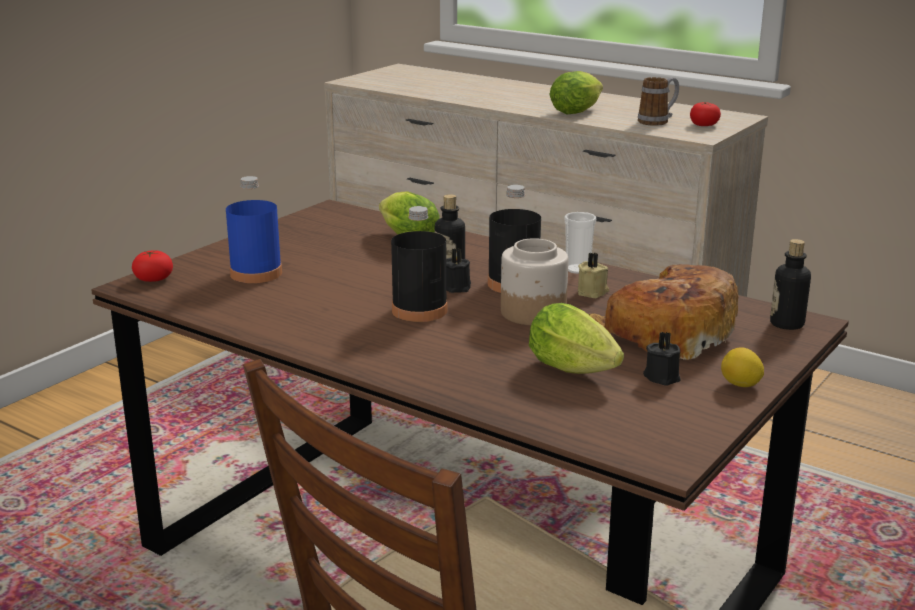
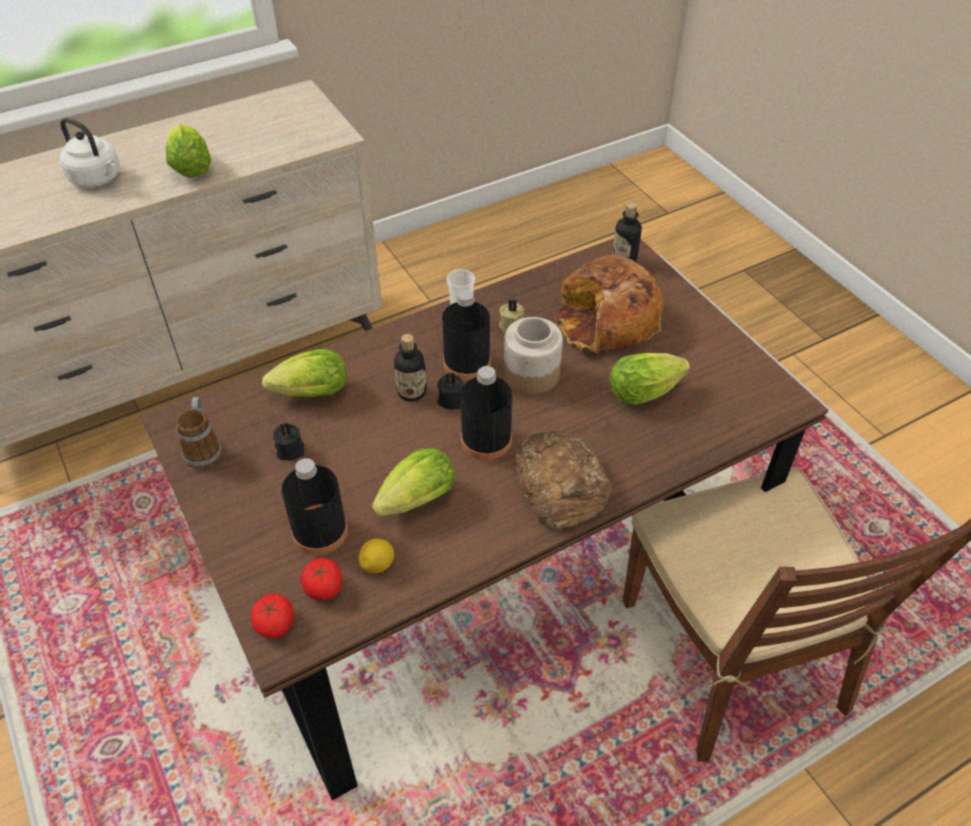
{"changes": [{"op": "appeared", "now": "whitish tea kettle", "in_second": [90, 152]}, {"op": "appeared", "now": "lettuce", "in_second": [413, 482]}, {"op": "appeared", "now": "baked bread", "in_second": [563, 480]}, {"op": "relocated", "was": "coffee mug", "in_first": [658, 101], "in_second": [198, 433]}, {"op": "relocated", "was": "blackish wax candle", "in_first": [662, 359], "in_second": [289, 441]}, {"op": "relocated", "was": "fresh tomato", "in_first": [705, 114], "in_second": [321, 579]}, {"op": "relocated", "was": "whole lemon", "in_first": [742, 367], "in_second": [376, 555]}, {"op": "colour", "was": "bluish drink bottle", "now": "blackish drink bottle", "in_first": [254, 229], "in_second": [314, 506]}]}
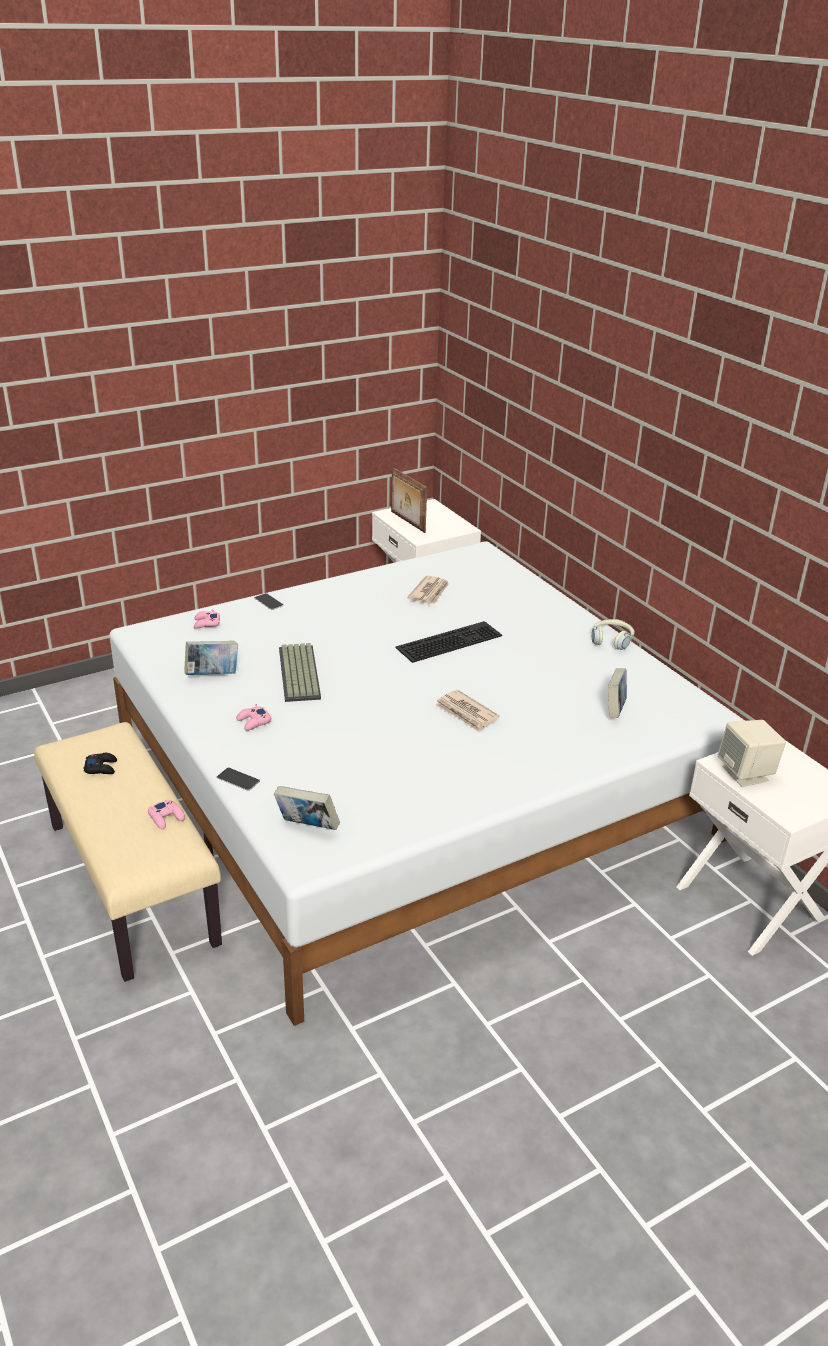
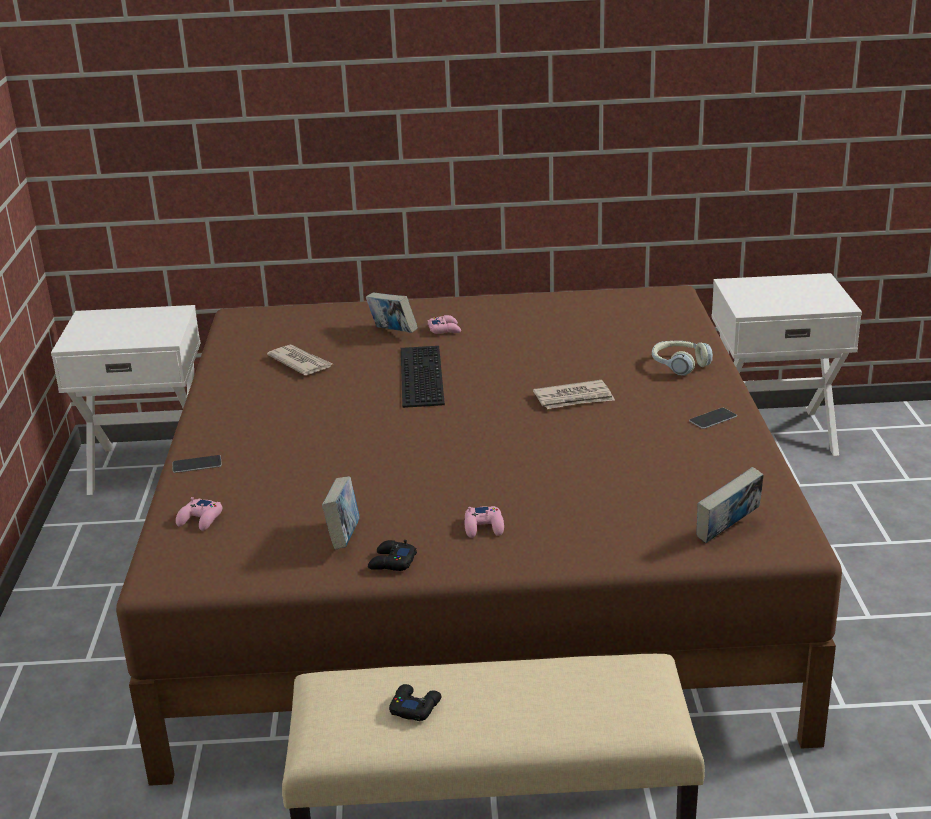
{"changes": [{"op": "missing", "was": "PC keyboard", "in_first": [300, 672]}, {"op": "missing", "was": "photo frame", "in_first": [409, 500]}, {"op": "missing", "was": "beige-coloured loudspeaker", "in_first": [752, 753]}, {"op": "appeared", "now": "blackish game controller", "in_second": [392, 555]}, {"op": "relocated", "was": "pink-coloured game controller", "in_first": [166, 814], "in_second": [444, 324]}, {"op": "relocated", "was": "handset", "in_first": [238, 779], "in_second": [713, 418]}, {"op": "relocated", "was": "headset", "in_first": [613, 634], "in_second": [682, 358]}, {"op": "relocated", "was": "bound book", "in_first": [617, 693], "in_second": [392, 312]}, {"op": "colour", "was": "whitish bed", "now": "brownish bed", "in_first": [427, 783], "in_second": [479, 535]}]}
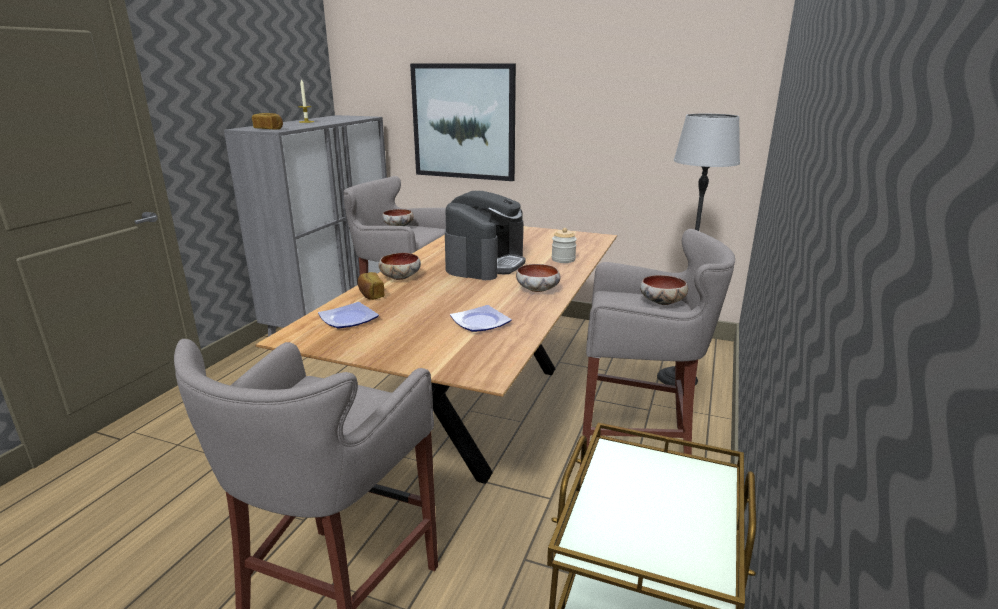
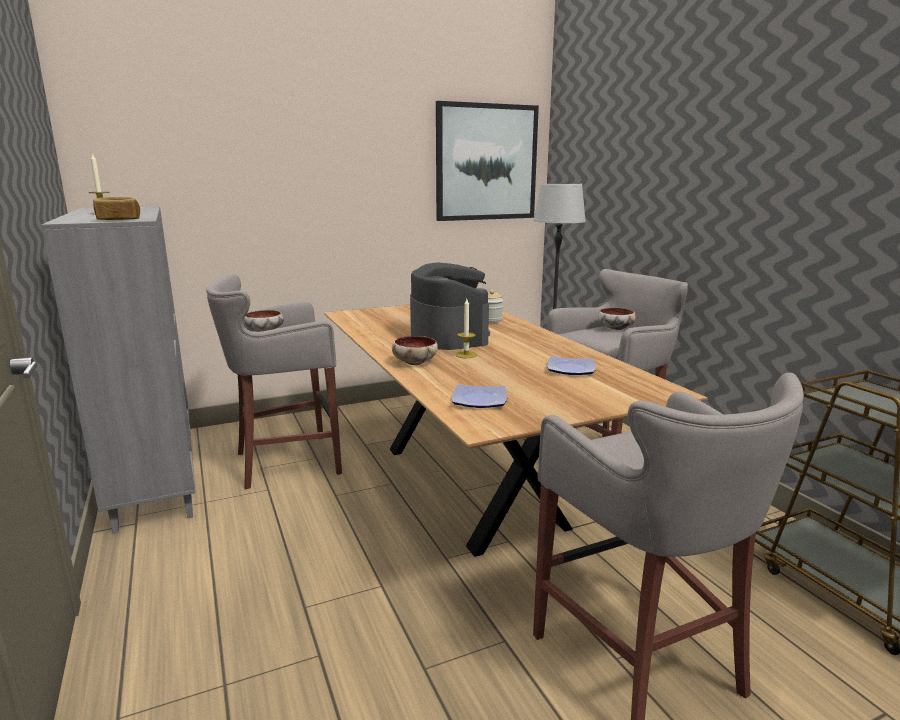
{"changes": [{"op": "missing", "was": "baked bread", "in_first": [371, 286]}, {"op": "missing", "was": "bowl", "in_first": [538, 278]}, {"op": "appeared", "now": "wax candle", "in_second": [466, 328]}, {"op": "relocated", "was": "wall picture", "in_first": [463, 122], "in_second": [487, 161]}]}
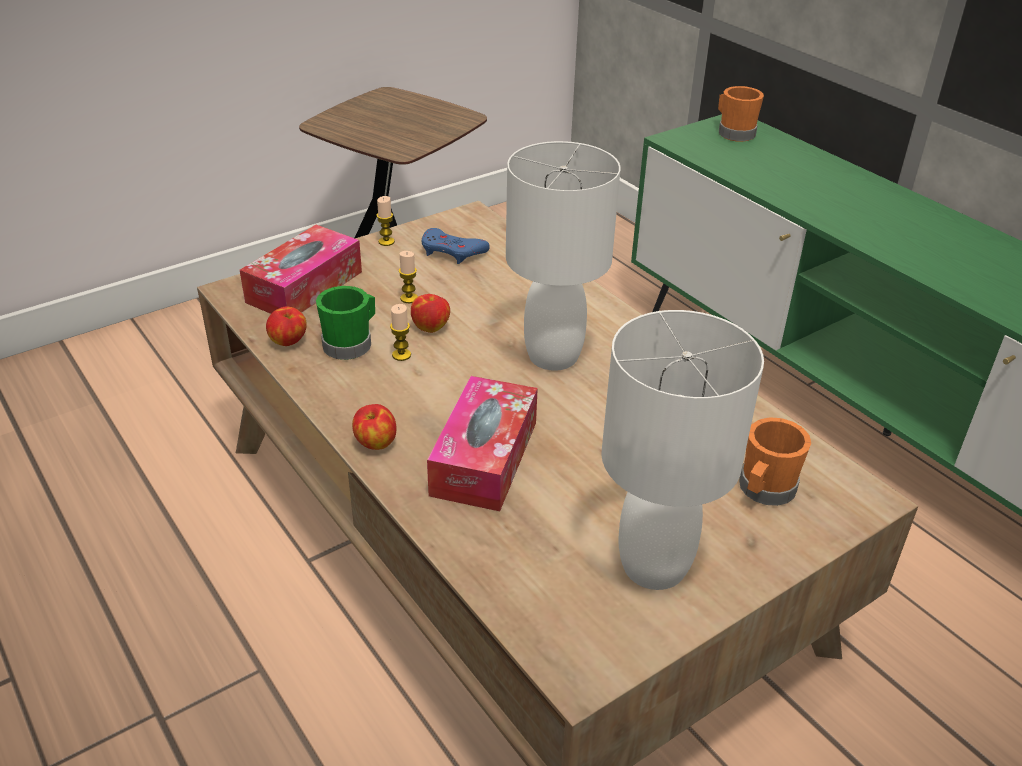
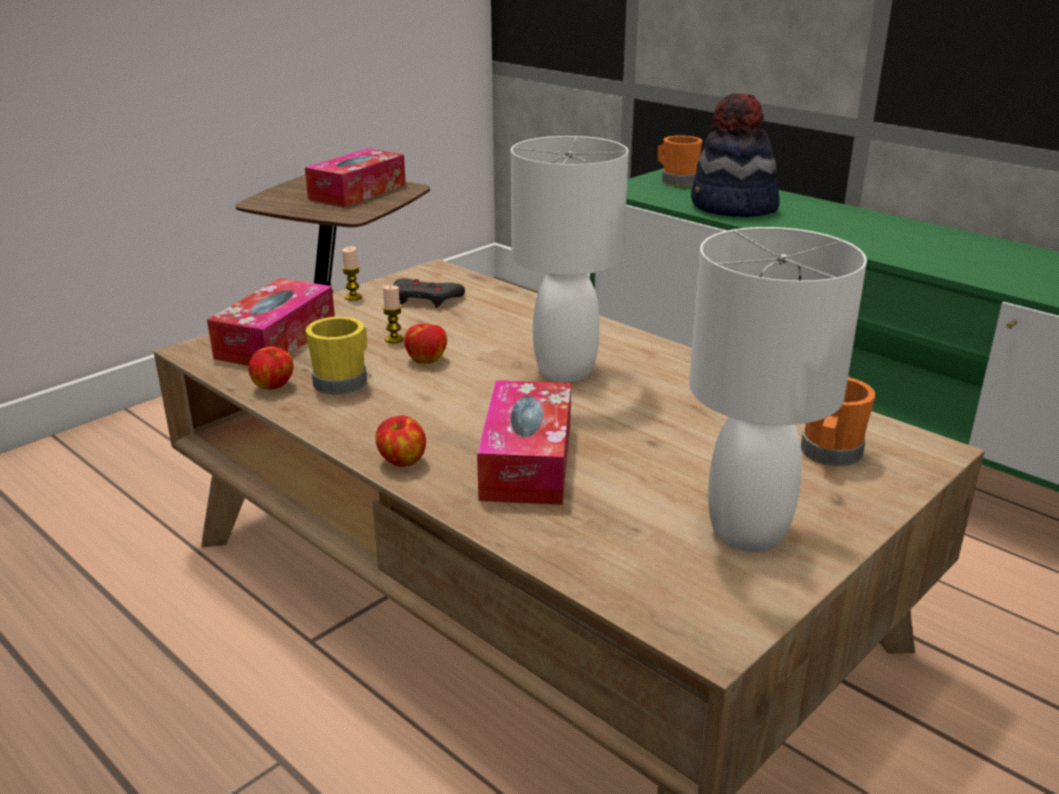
{"changes": [{"op": "missing", "was": "wax candle", "in_first": [400, 332]}, {"op": "appeared", "now": "tissue holder", "in_second": [355, 177]}, {"op": "appeared", "now": "hat", "in_second": [735, 155]}, {"op": "colour", "was": "greenish coffee mug", "now": "yellow-coloured coffee mug", "in_first": [345, 323], "in_second": [336, 356]}, {"op": "colour", "was": "bluish game controller", "now": "grey game controller", "in_first": [456, 246], "in_second": [429, 293]}]}
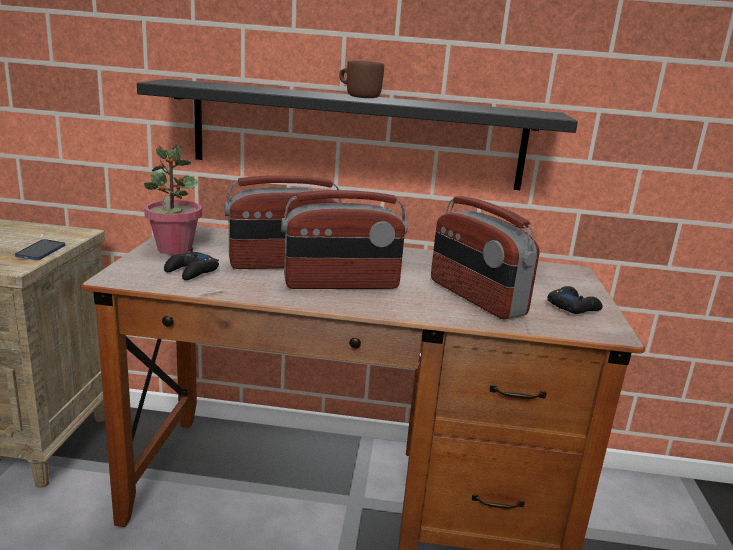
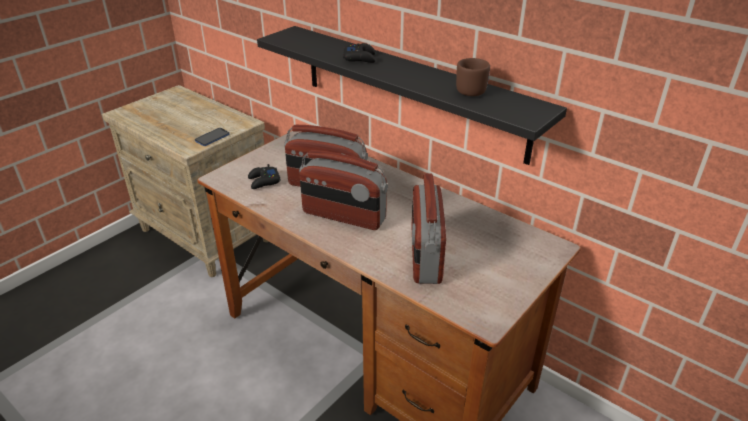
{"changes": [{"op": "missing", "was": "potted plant", "in_first": [173, 199]}, {"op": "relocated", "was": "brownish coffee mug", "in_first": [361, 79], "in_second": [473, 77]}, {"op": "relocated", "was": "blackish game controller", "in_first": [575, 300], "in_second": [359, 53]}]}
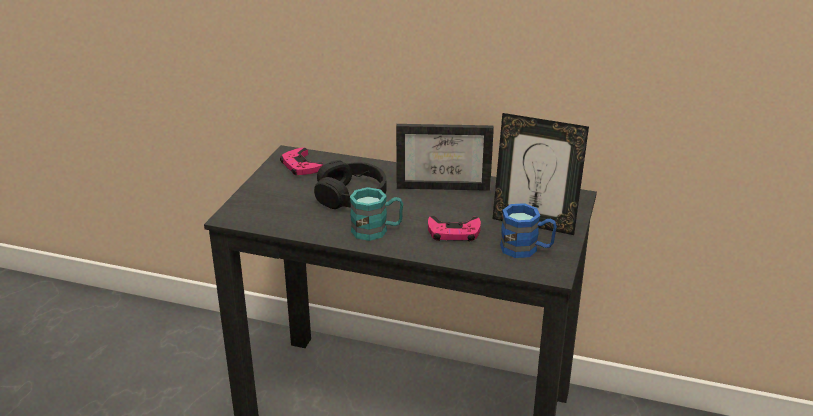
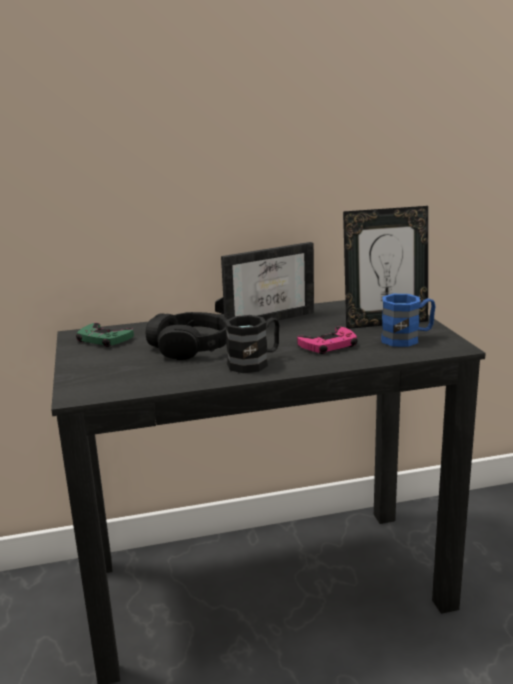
{"changes": [{"op": "colour", "was": "pink-coloured game controller", "now": "greenish game controller", "in_first": [301, 161], "in_second": [105, 335]}, {"op": "colour", "was": "turquoise coffee mug", "now": "blackish coffee mug", "in_first": [376, 214], "in_second": [252, 344]}]}
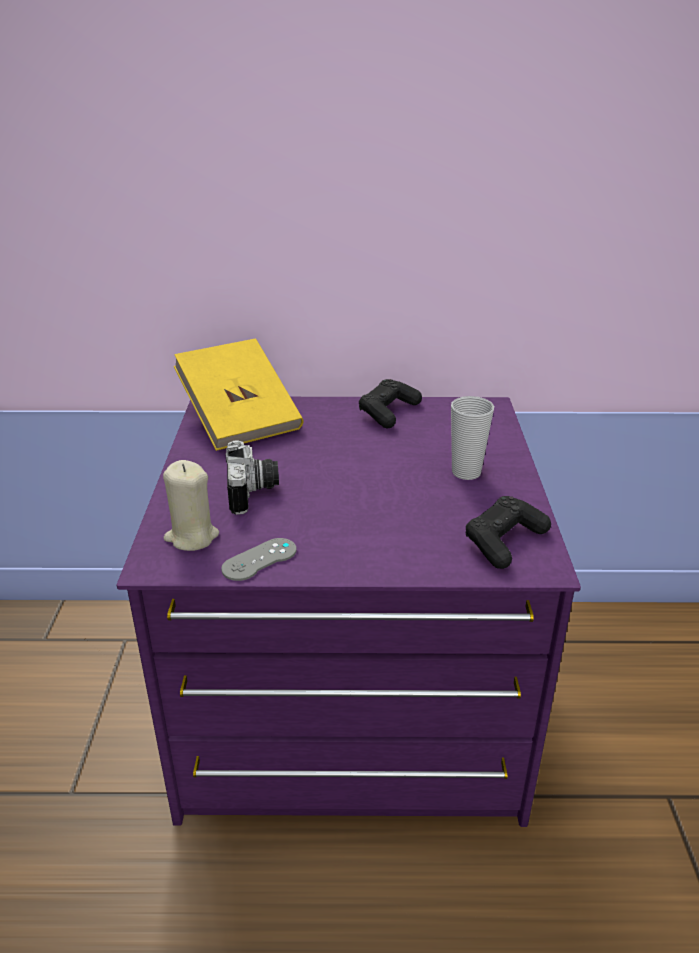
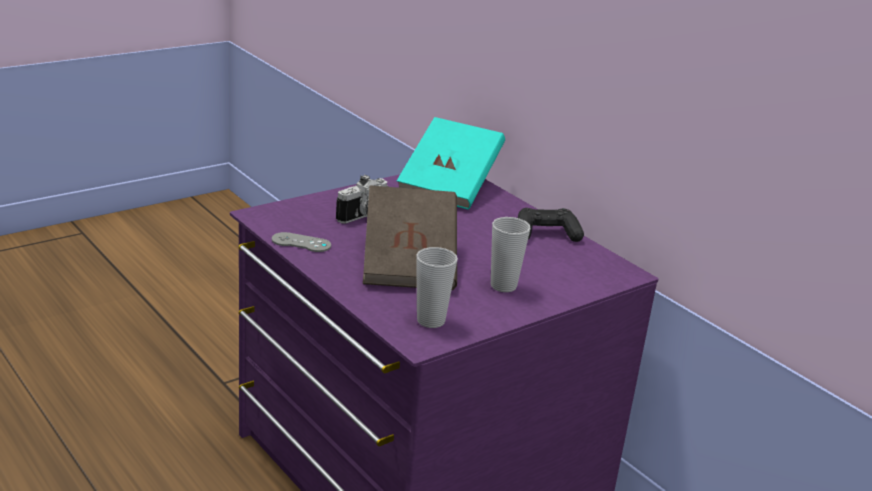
{"changes": [{"op": "missing", "was": "beige-coloured wax candle", "in_first": [191, 505]}, {"op": "appeared", "now": "brownish bound book", "in_second": [410, 237]}, {"op": "exchanged", "was": "blackish game controller", "now": "small cup", "in_first": [508, 532], "in_second": [437, 287]}, {"op": "colour", "was": "yellow-coloured bound book", "now": "turquoise bound book", "in_first": [239, 394], "in_second": [451, 163]}]}
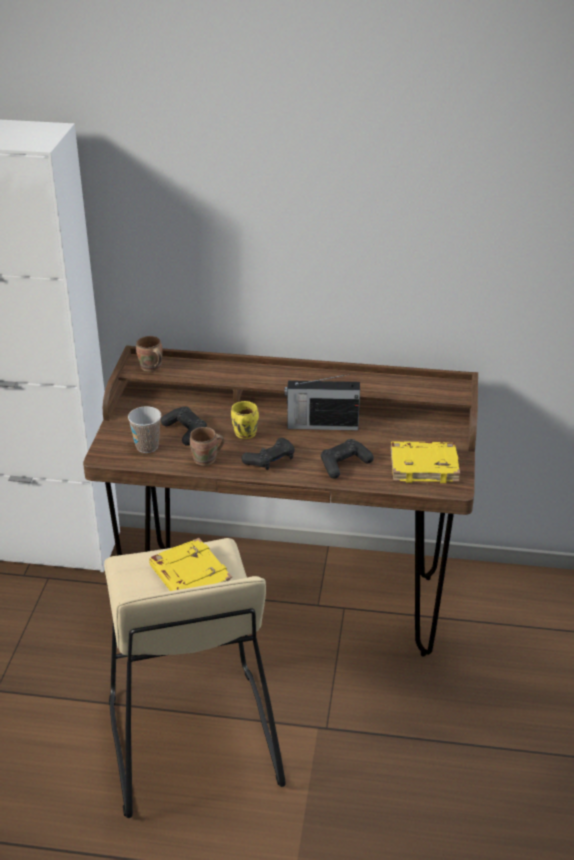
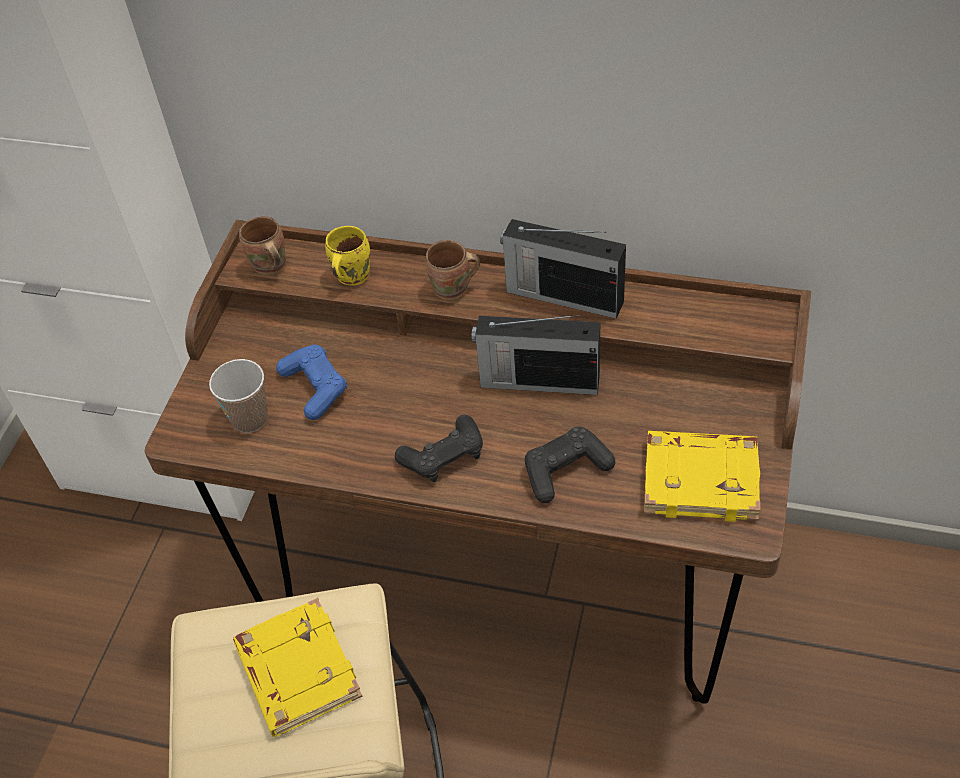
{"changes": [{"op": "appeared", "now": "radio set", "in_second": [563, 269]}, {"op": "relocated", "was": "brownish coffee mug", "in_first": [207, 446], "in_second": [453, 270]}, {"op": "relocated", "was": "yellow-coloured coffee mug", "in_first": [245, 420], "in_second": [347, 256]}, {"op": "colour", "was": "blackish game controller", "now": "bluish game controller", "in_first": [184, 426], "in_second": [311, 382]}]}
